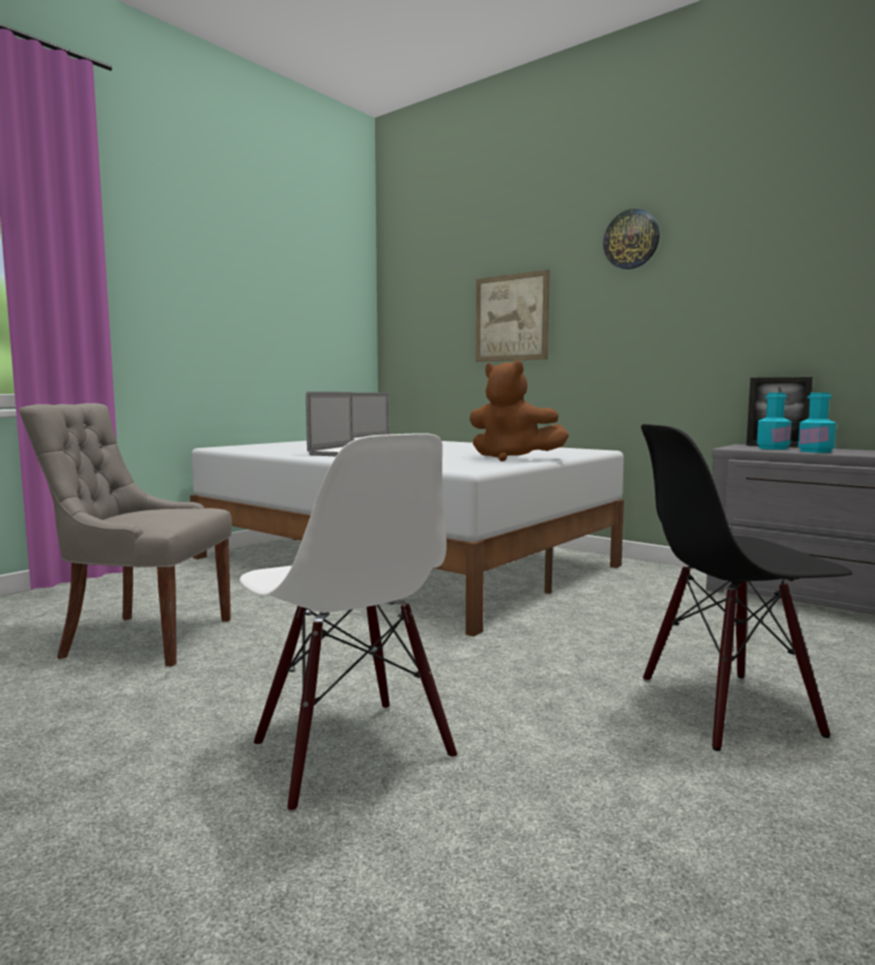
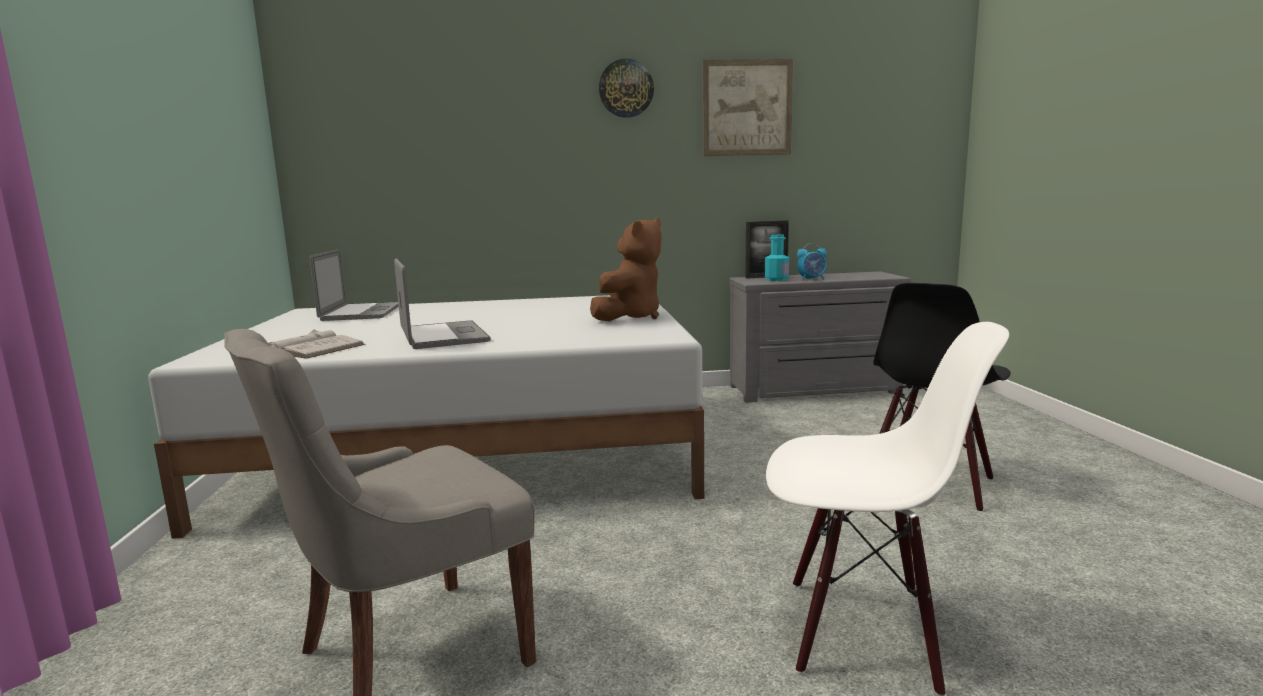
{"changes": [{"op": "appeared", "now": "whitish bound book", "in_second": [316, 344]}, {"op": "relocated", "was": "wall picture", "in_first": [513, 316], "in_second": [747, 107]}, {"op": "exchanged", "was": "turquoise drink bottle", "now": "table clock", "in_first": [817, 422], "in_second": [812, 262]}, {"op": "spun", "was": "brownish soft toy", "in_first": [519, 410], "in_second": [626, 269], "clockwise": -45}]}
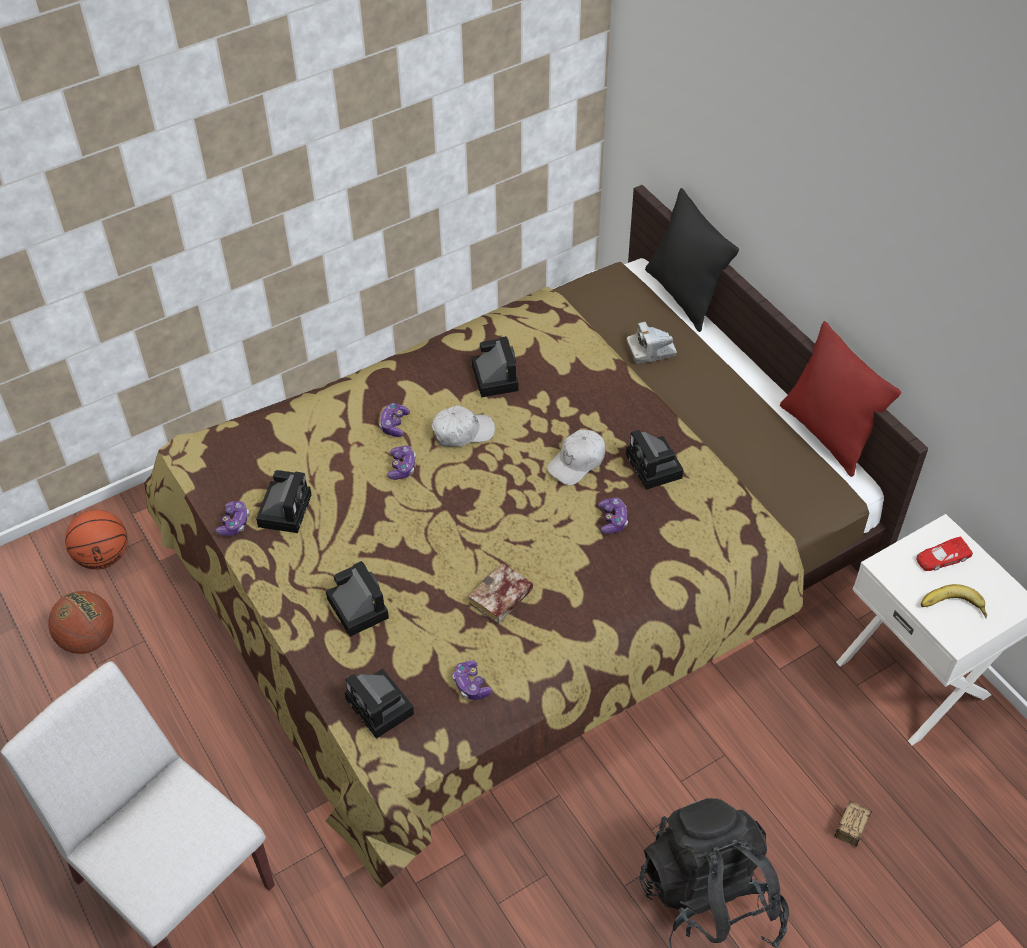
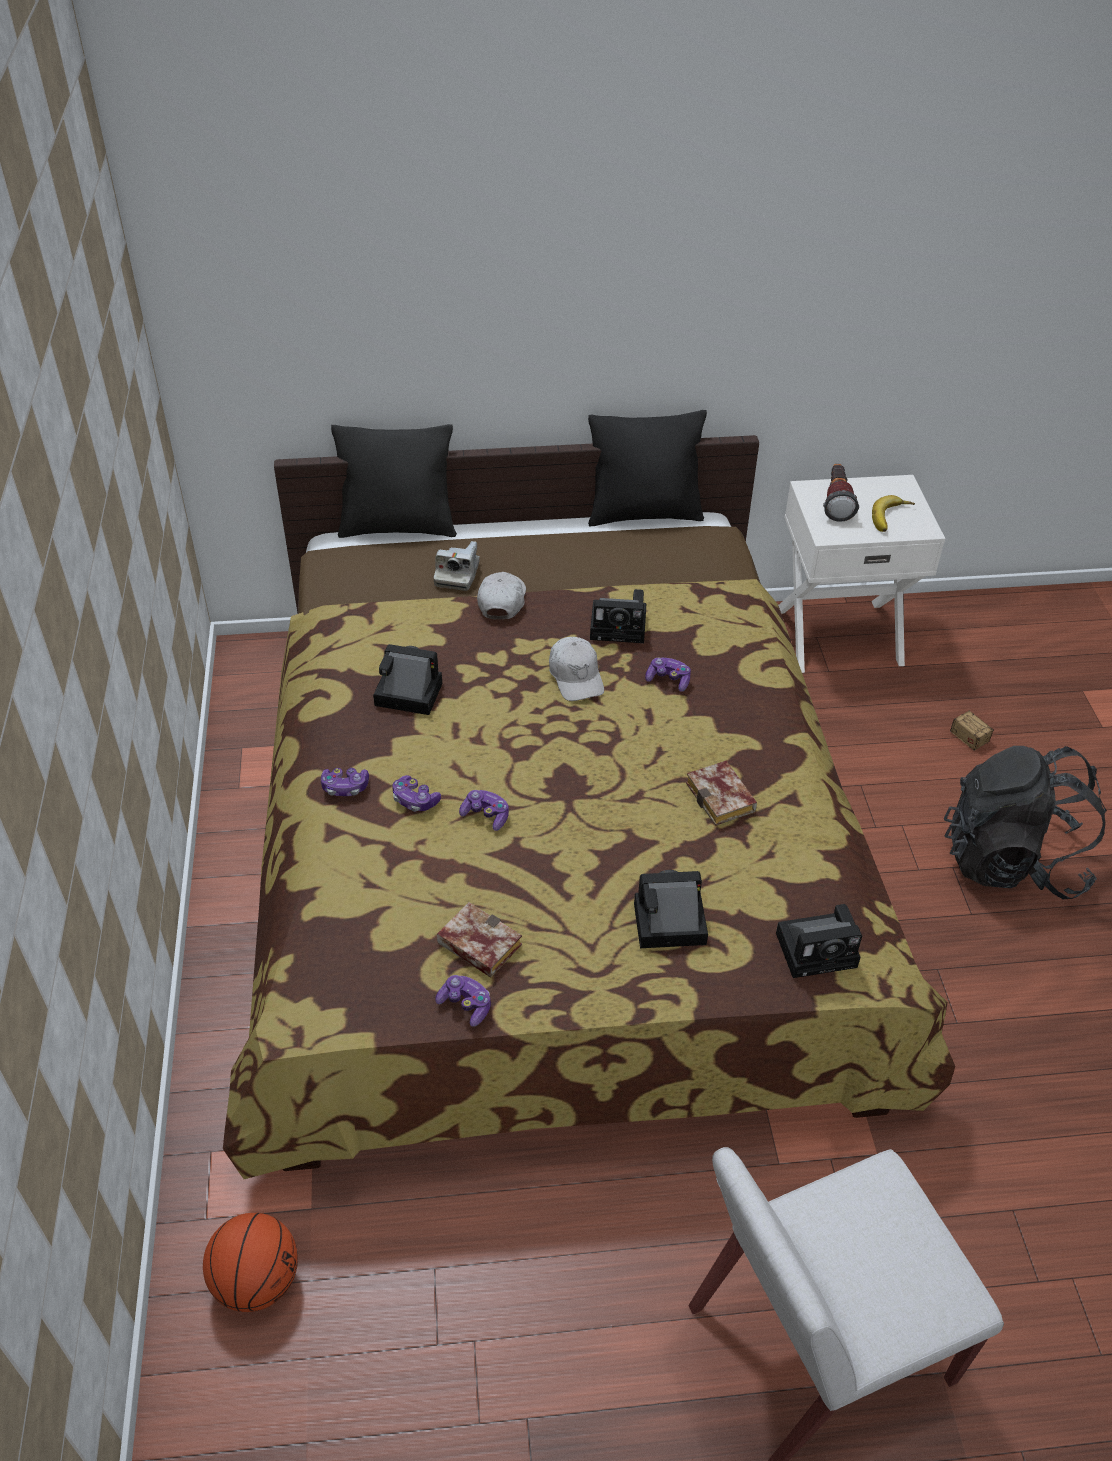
{"changes": [{"op": "missing", "was": "ball for basketball", "in_first": [81, 622]}, {"op": "relocated", "was": "whitish peaked cap", "in_first": [463, 426], "in_second": [501, 595]}, {"op": "relocated", "was": "game controller", "in_first": [472, 680], "in_second": [345, 782]}, {"op": "exchanged", "was": "photo camera", "now": "bound book", "in_first": [284, 501], "in_second": [479, 940]}, {"op": "exchanged", "was": "reddish model car", "now": "torch", "in_first": [944, 554], "in_second": [841, 493]}, {"op": "colour", "was": "reddish cushion", "now": "blackish cushion", "in_first": [840, 399], "in_second": [647, 468]}]}
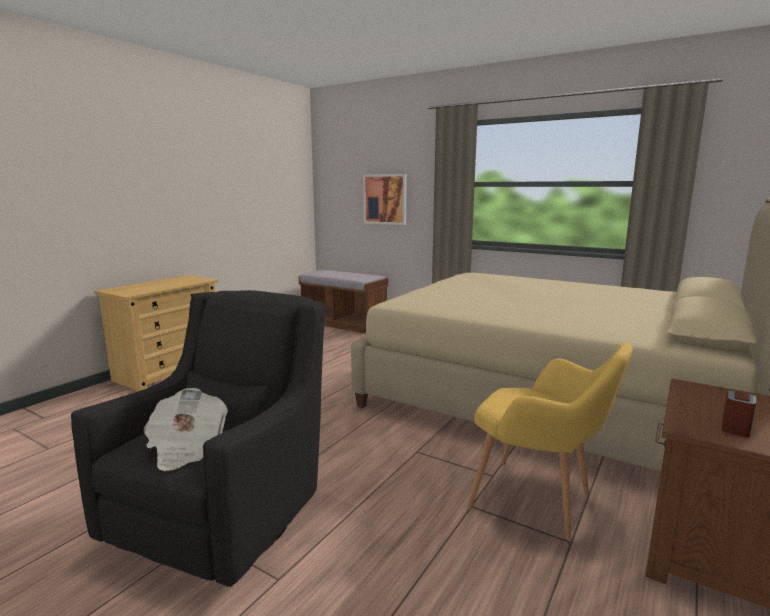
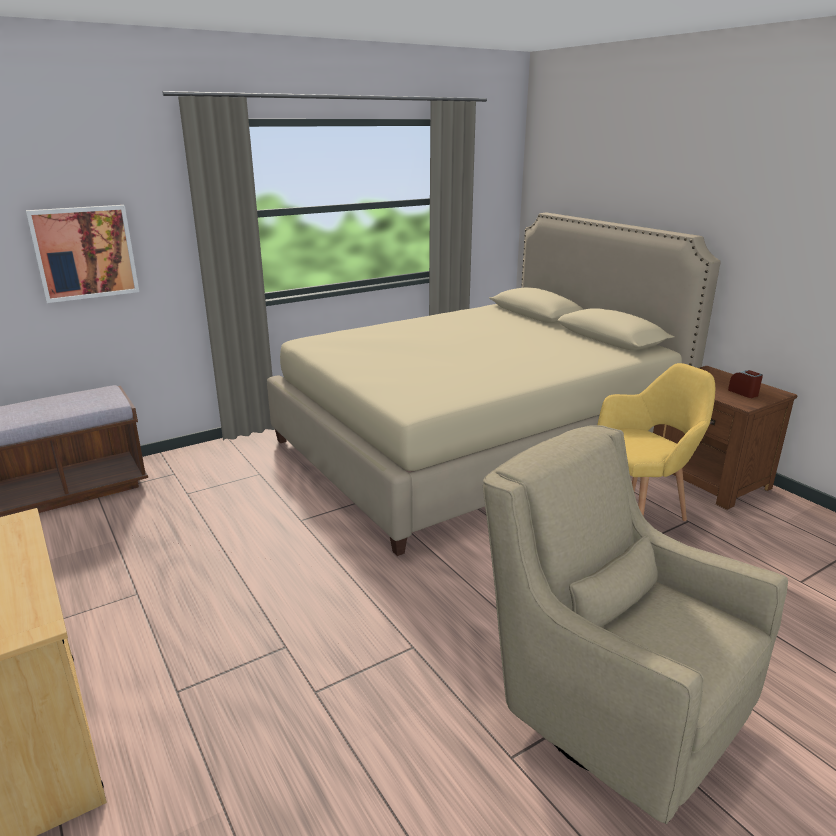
{"changes": [{"op": "missing", "was": "printed paper", "in_first": [186, 429]}, {"op": "colour", "was": "blackish lounge chair", "now": "beige-coloured lounge chair", "in_first": [198, 438], "in_second": [635, 624]}]}
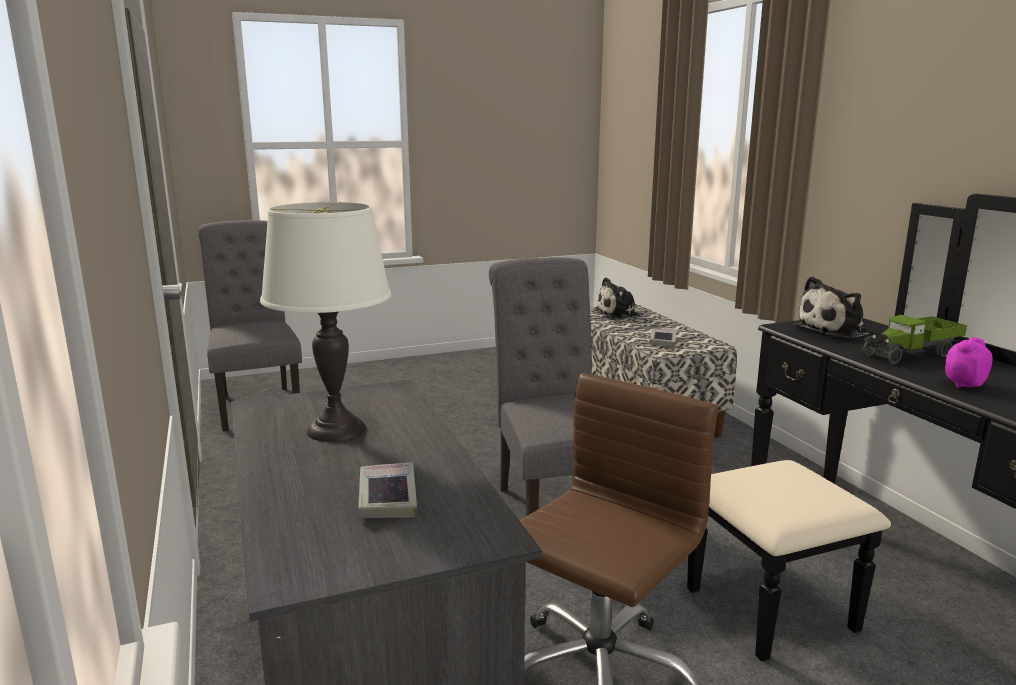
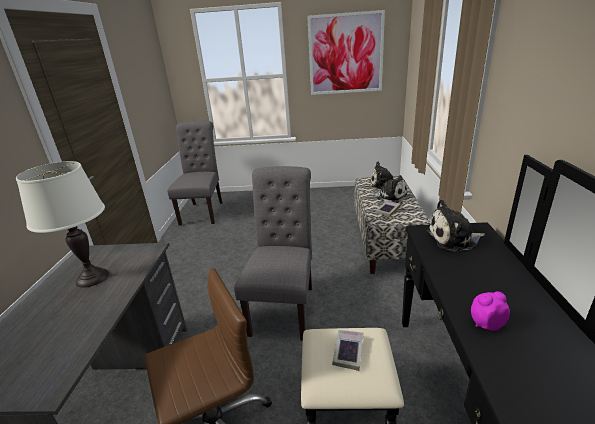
{"changes": [{"op": "missing", "was": "model truck", "in_first": [914, 339]}, {"op": "appeared", "now": "wall picture", "in_second": [346, 52]}, {"op": "appeared", "now": "soft toy", "in_second": [388, 189]}, {"op": "relocated", "was": "bound book", "in_first": [387, 490], "in_second": [348, 350]}]}
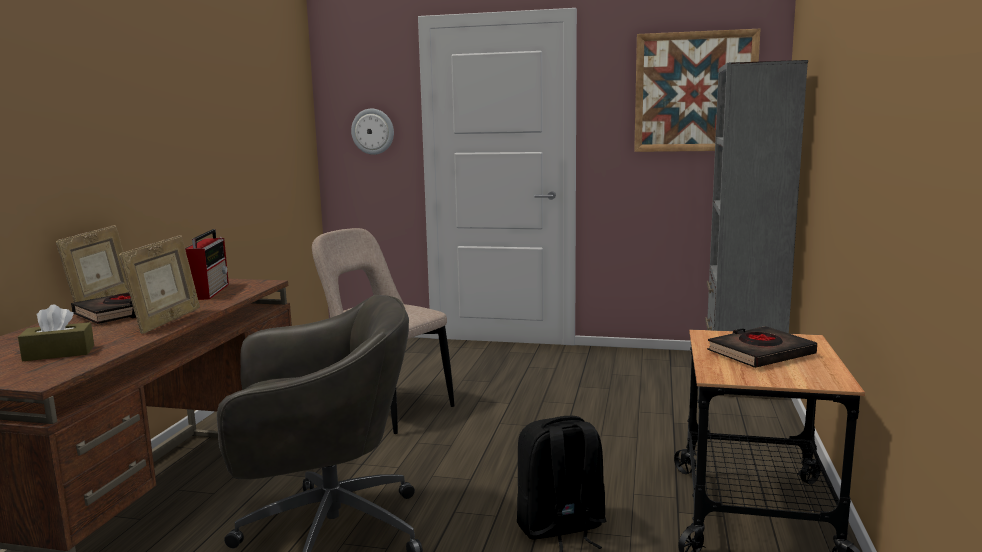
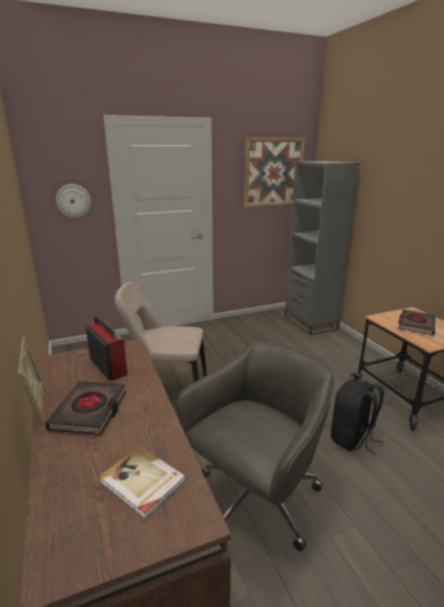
{"changes": [{"op": "missing", "was": "photo frame", "in_first": [159, 284]}, {"op": "exchanged", "was": "brownish tissue holder", "now": "bound book", "in_first": [56, 333], "in_second": [142, 482]}]}
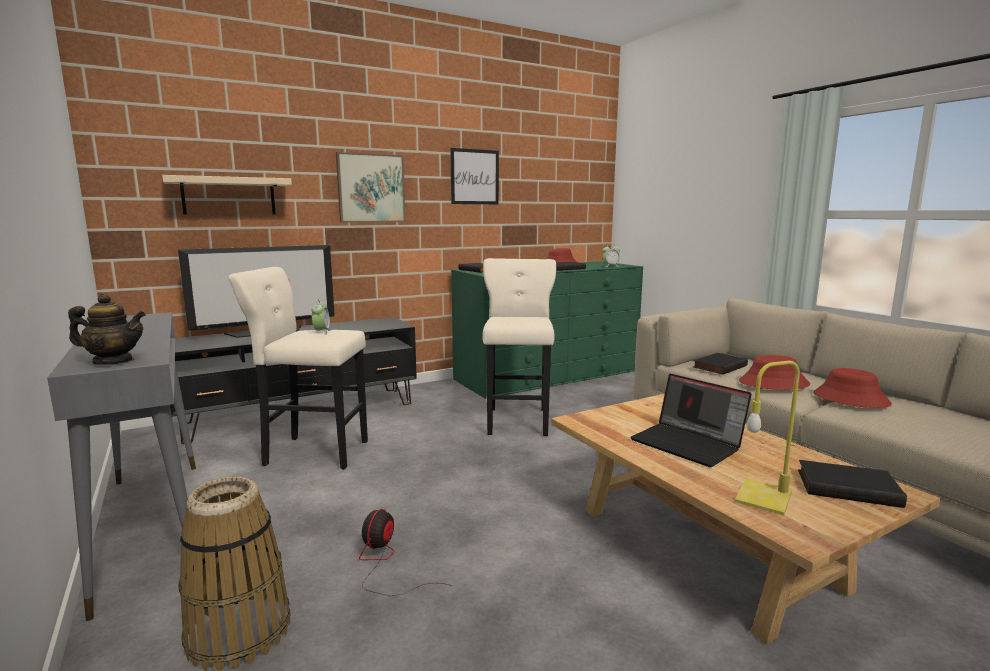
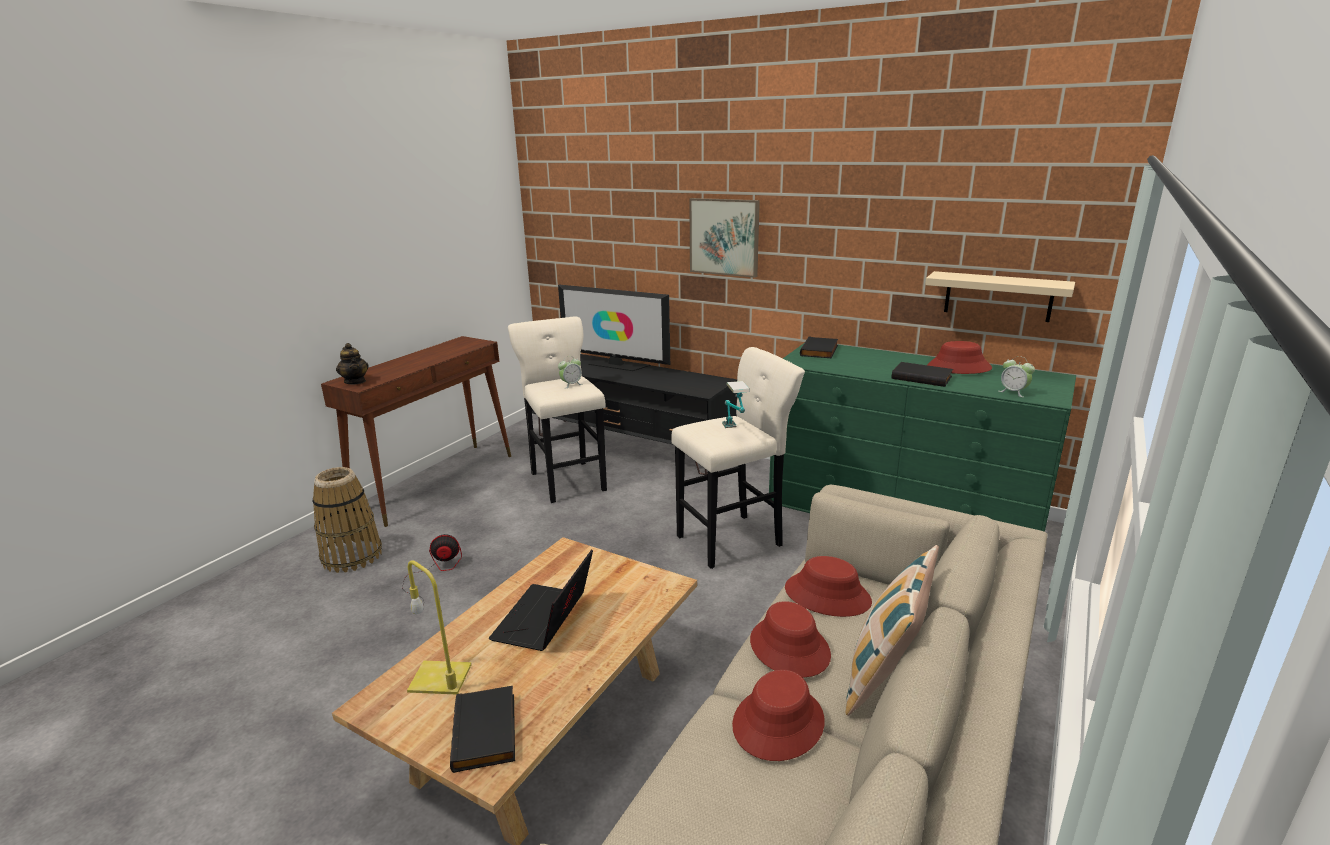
{"changes": [{"op": "missing", "was": "wall picture", "in_first": [474, 176]}, {"op": "appeared", "now": "table lamp", "in_second": [736, 404]}, {"op": "appeared", "now": "cushion", "in_second": [892, 630]}, {"op": "relocated", "was": "beige-coloured shelf", "in_first": [227, 195], "in_second": [1000, 296]}, {"op": "exchanged", "was": "blackish bound book", "now": "reddish hat", "in_first": [720, 364], "in_second": [828, 586]}, {"op": "colour", "was": "grey console table", "now": "brownish console table", "in_first": [121, 466], "in_second": [416, 431]}]}
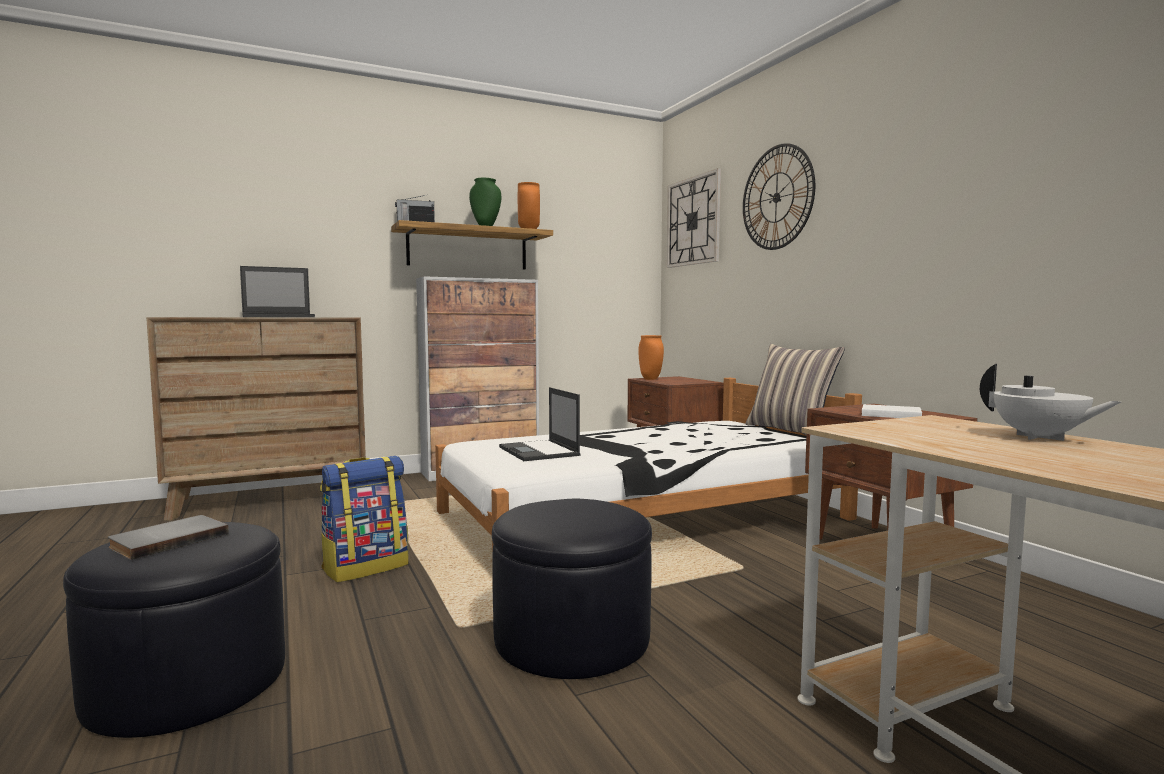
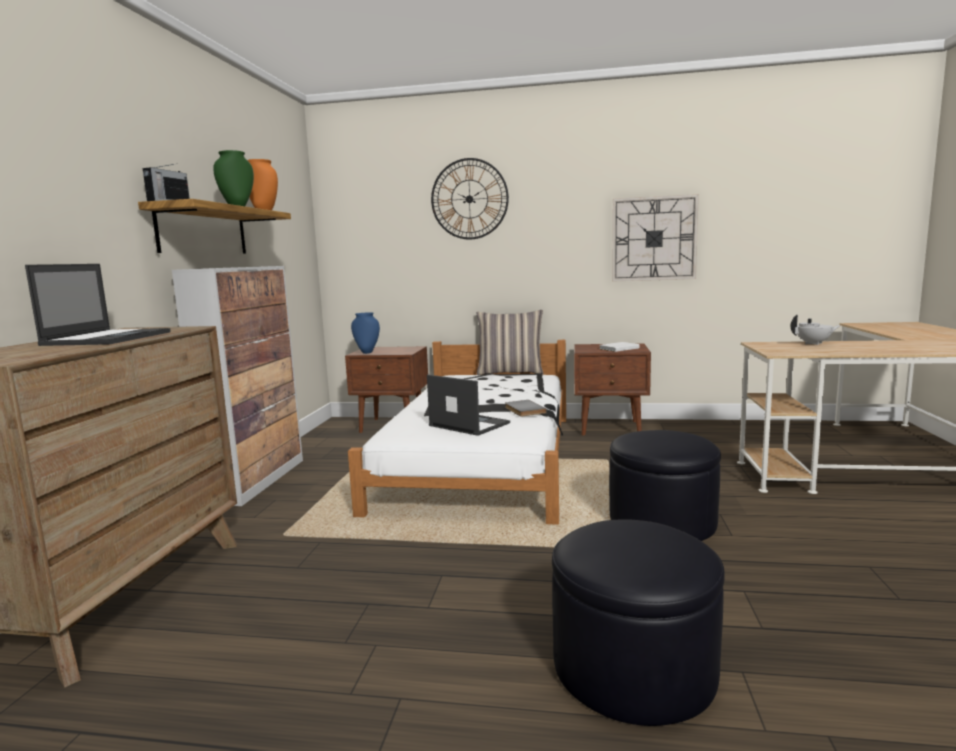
{"changes": [{"op": "missing", "was": "knapsack", "in_first": [364, 519]}, {"op": "relocated", "was": "grey bound book", "in_first": [168, 537], "in_second": [526, 408]}, {"op": "relocated", "was": "hanging clock", "in_first": [694, 218], "in_second": [655, 238]}, {"op": "colour", "was": "orange vase", "now": "bluish vase", "in_first": [651, 357], "in_second": [365, 333]}, {"op": "spun", "was": "portable computer", "in_first": [540, 424], "in_second": [468, 405], "clockwise": -150}]}
